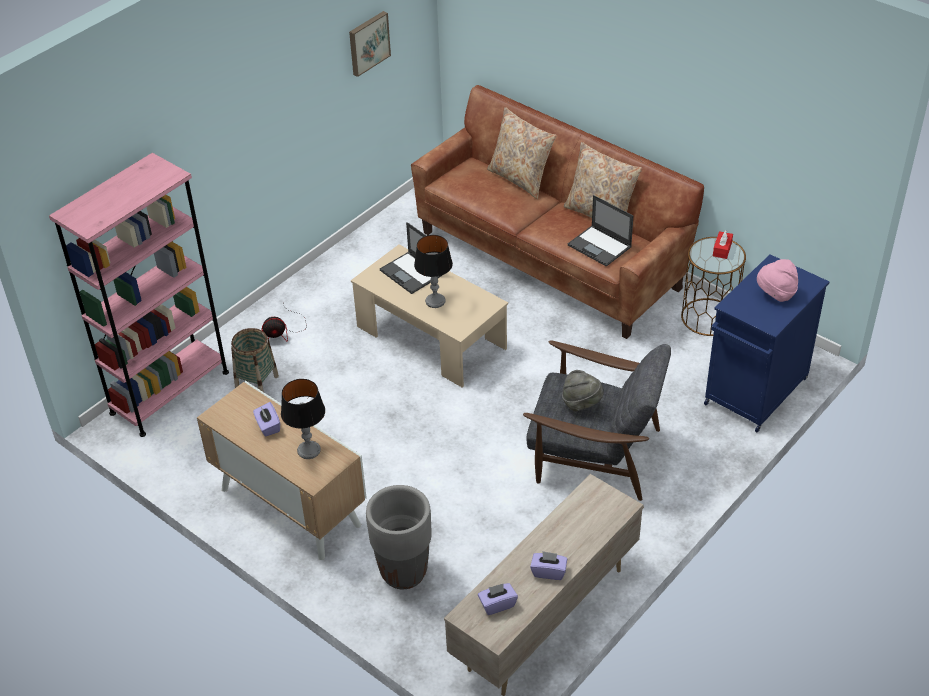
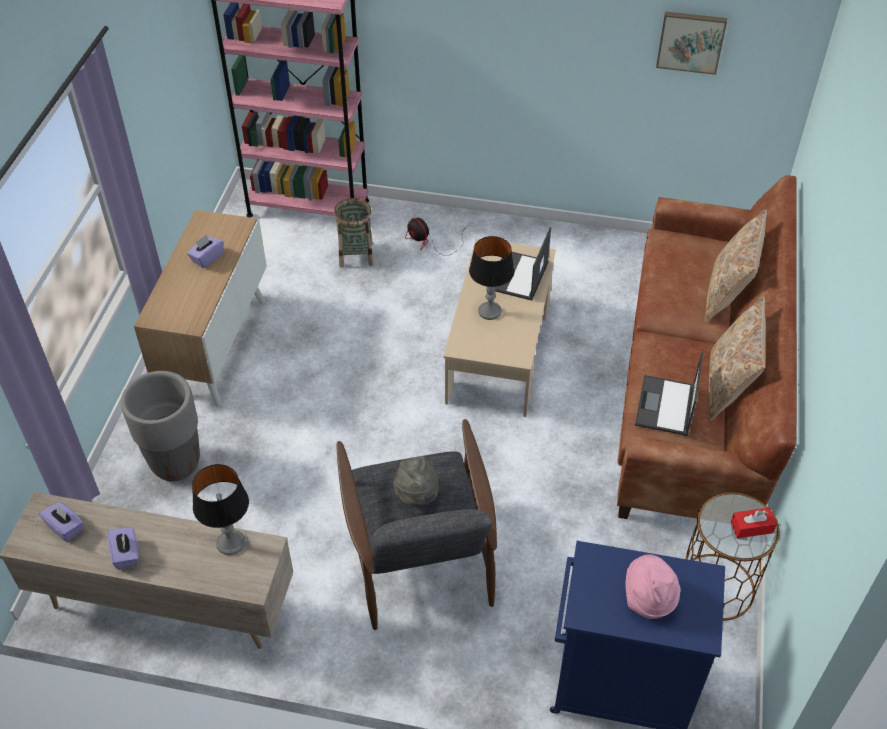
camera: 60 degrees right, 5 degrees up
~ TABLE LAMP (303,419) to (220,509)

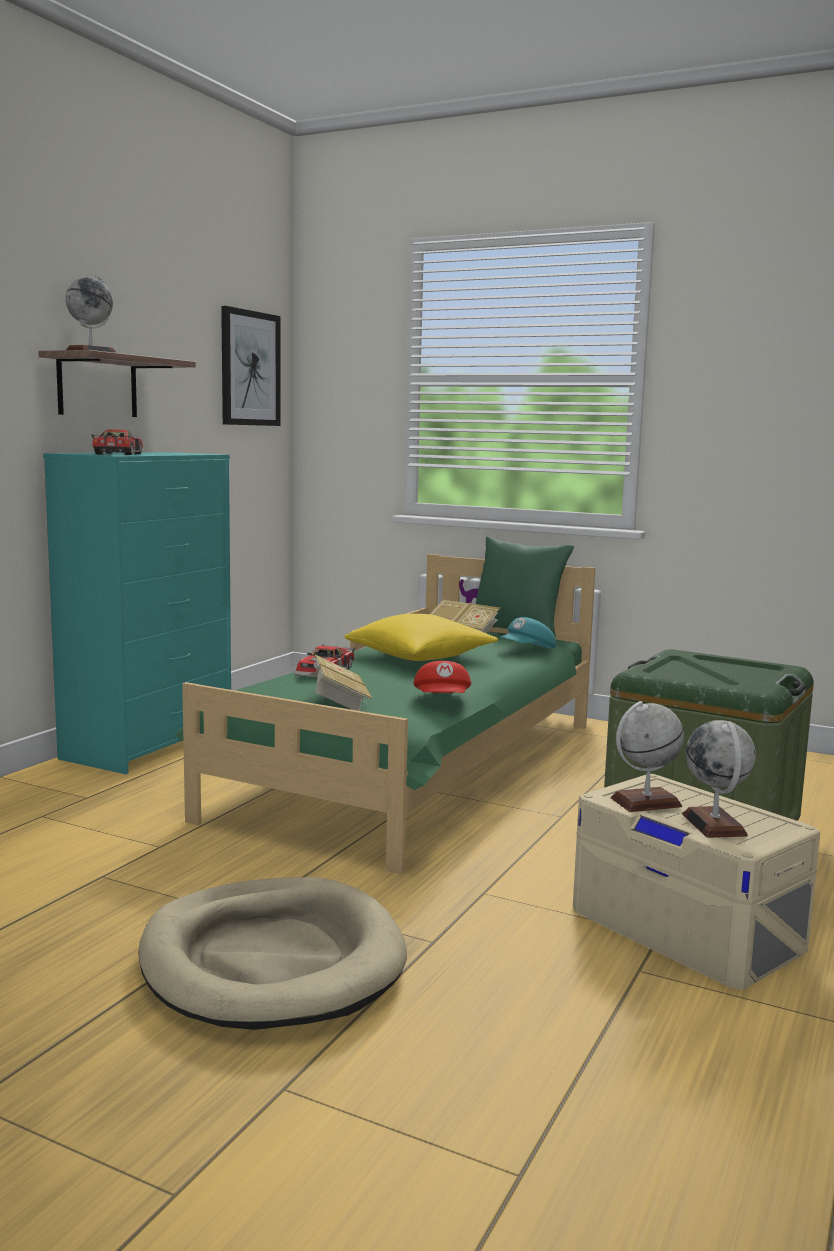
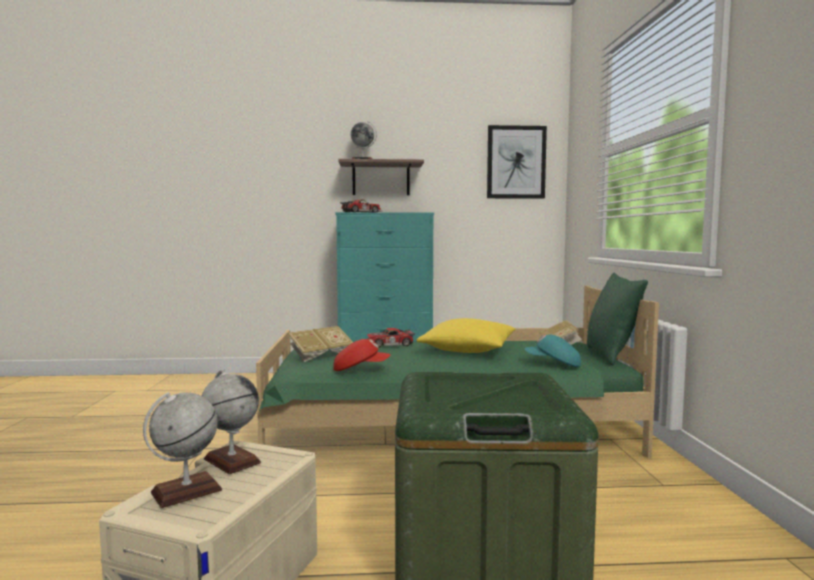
camera: 60 degrees right, 5 degrees down
- BEIGE DOG BED (272,953)
~ RED CAP (442,677) = (362,355) 150 degrees counterclockwise

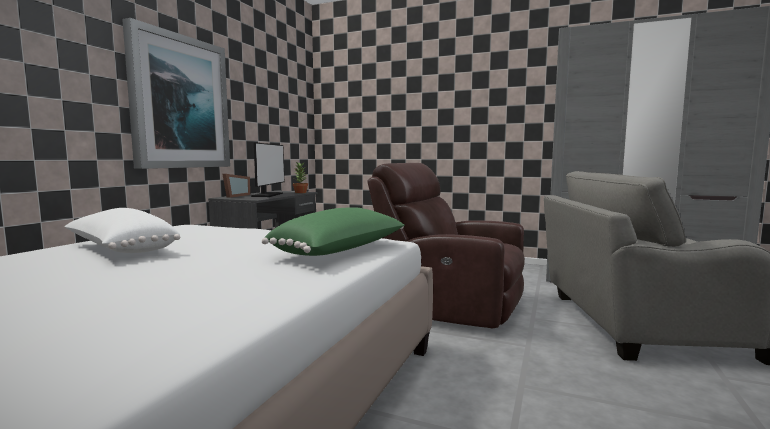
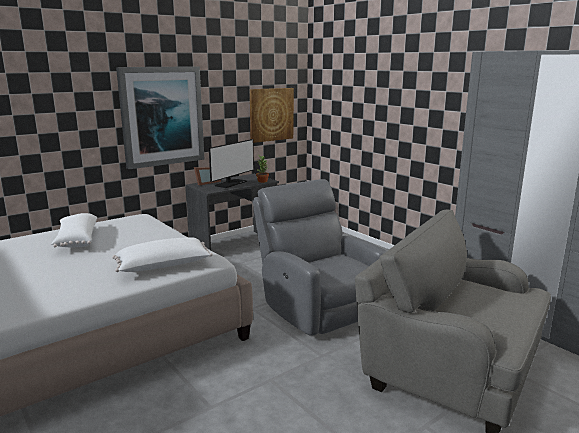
camera: 30 degrees right, 10 degrees up
+ PICTURE (272,115)
~ GREEN PILLOW (333,231) to WHITE PILLOW (162,254)
~ BROWN ARMCHAIR (446,245) to GREY ARMCHAIR (320,257)

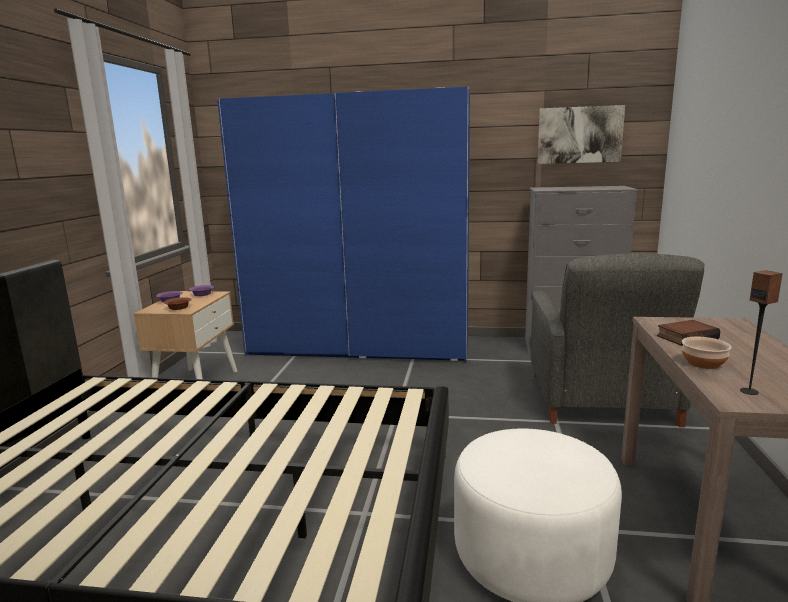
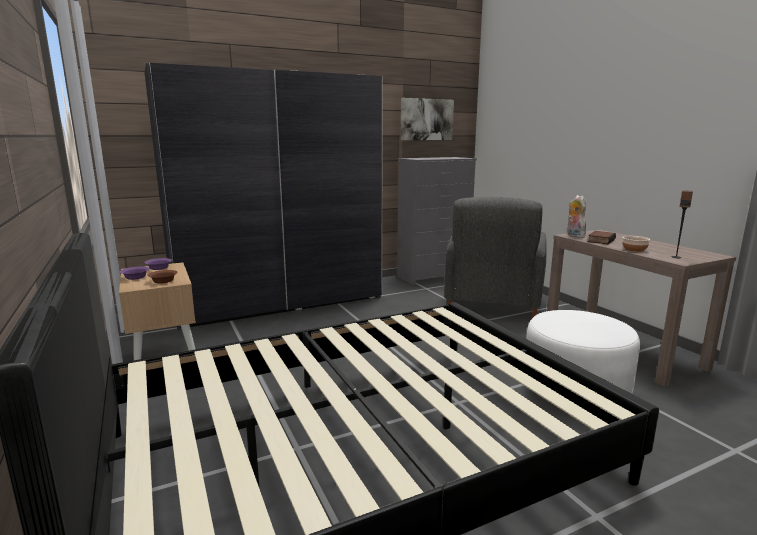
camera: 35 degrees left, 0 degrees up
+ PLUSH TOY (576,216)
~ BLUE WARDROBE (343,224) to GREY WARDROBE (264,196)
~ GREY ARMCHAIR (617,340) = (496,257) 45 degrees clockwise

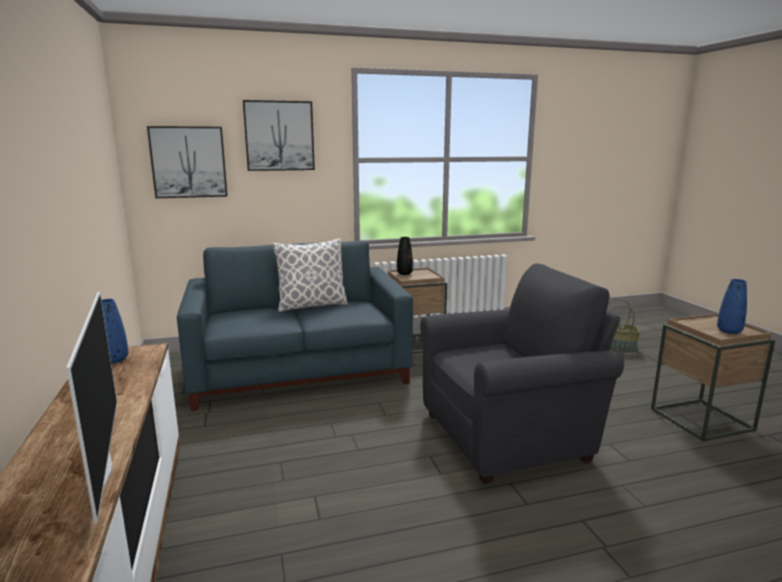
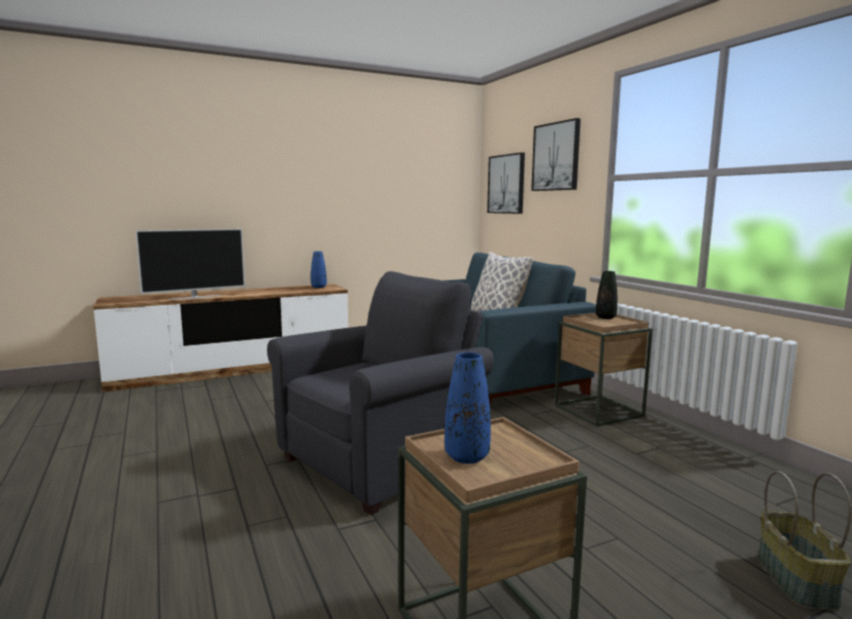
camera: 80 degrees right, 5 degrees down
~ GREY ARMCHAIR (522,373) = (380,393) 105 degrees counterclockwise

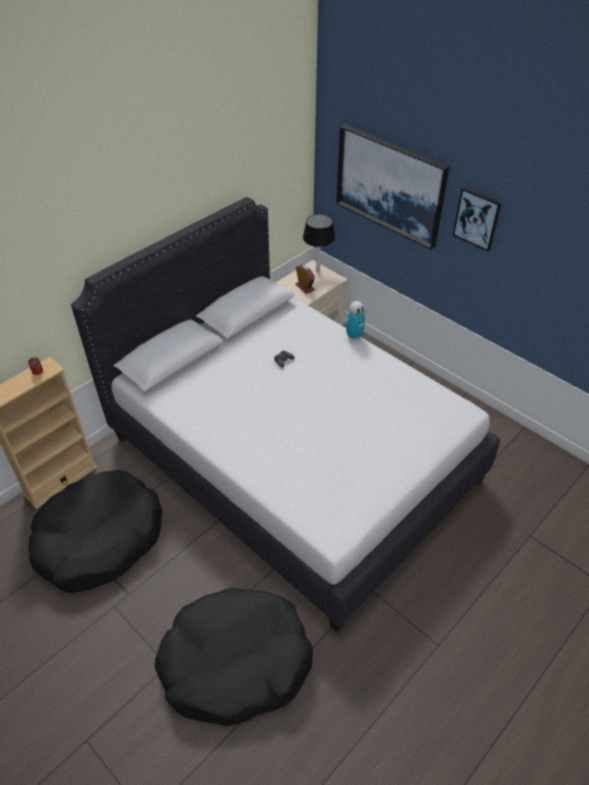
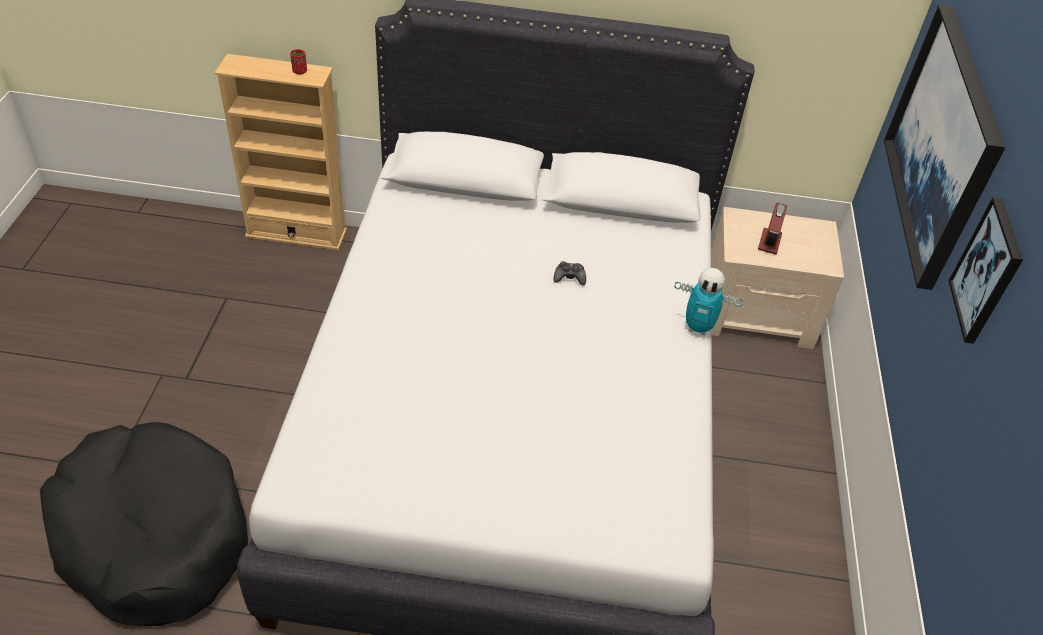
camera: 50 degrees right, 0 degrees up
- BLACK DOG BED (95,531)
- BLACK TABLE LAMP (319,243)

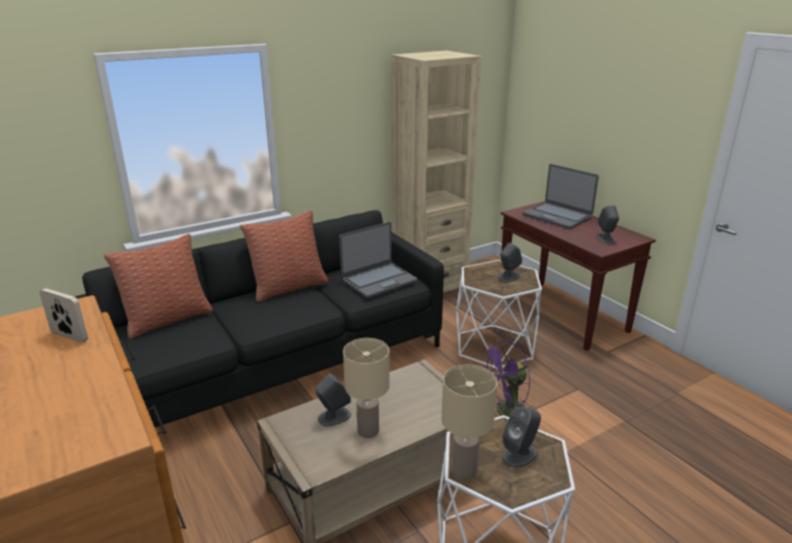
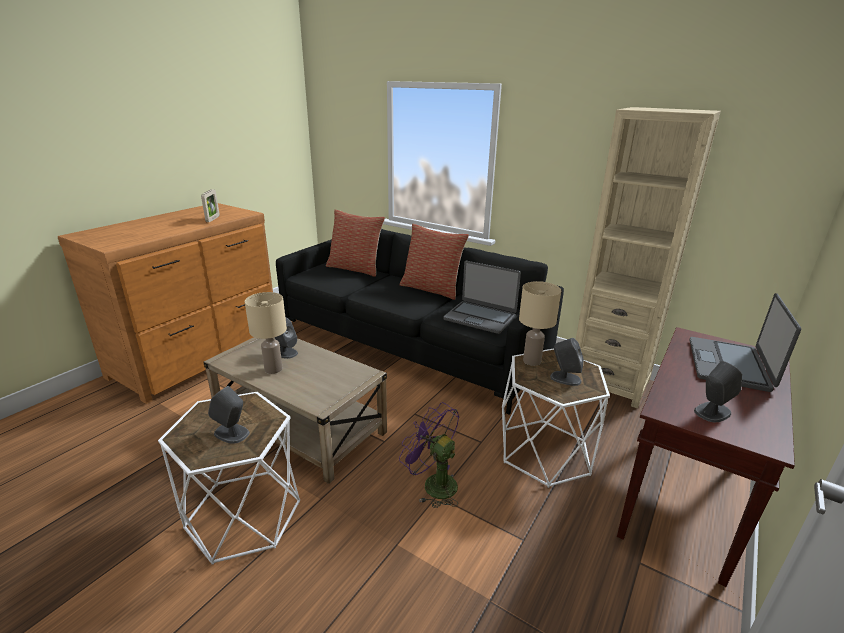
camera: 65 degrees right, 0 degrees up
~ BEIGE TABLE LAMP (469,422) to (540,323)

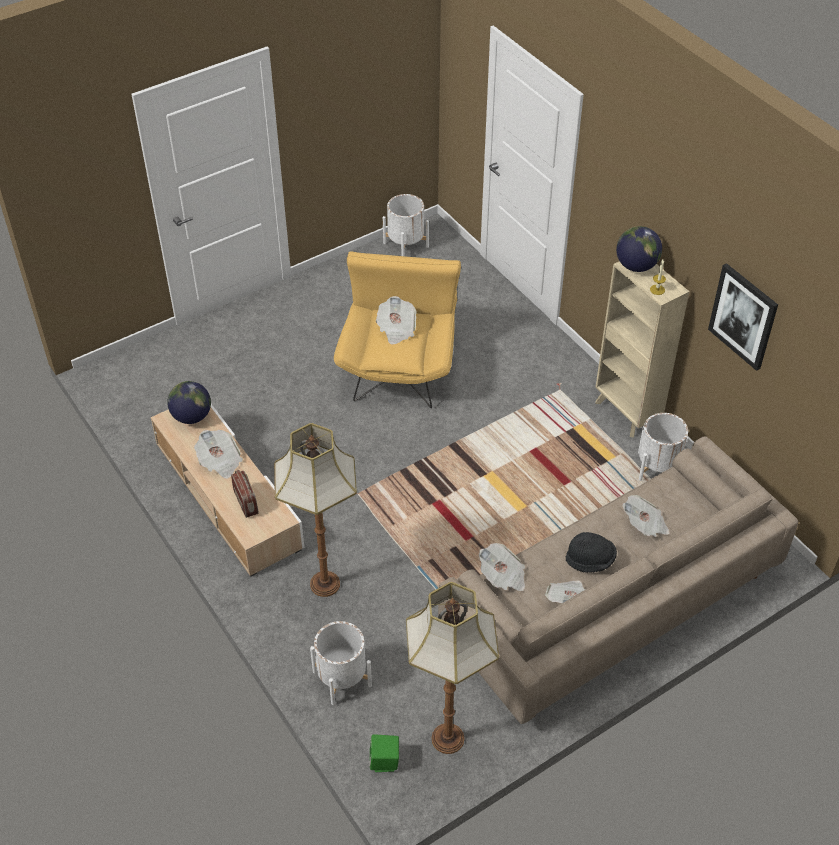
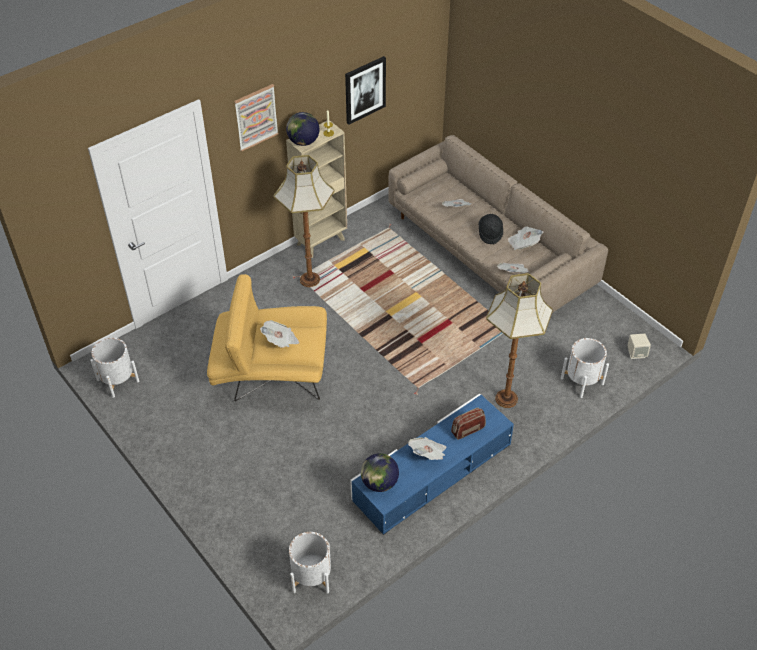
camera: 95 degrees left, 0 degrees up
+ PICTURE (256,117)
~ FLOOR LAMP (452,668) to (304,221)
~ WHITE PLANTER (663,447) to (310,563)
~ BEIGE TV STAND (227,490) to BLUE TV STAND (432,464)
~ GREEN SPEAKER (384,753) to BEIGE SPEAKER (639,346)

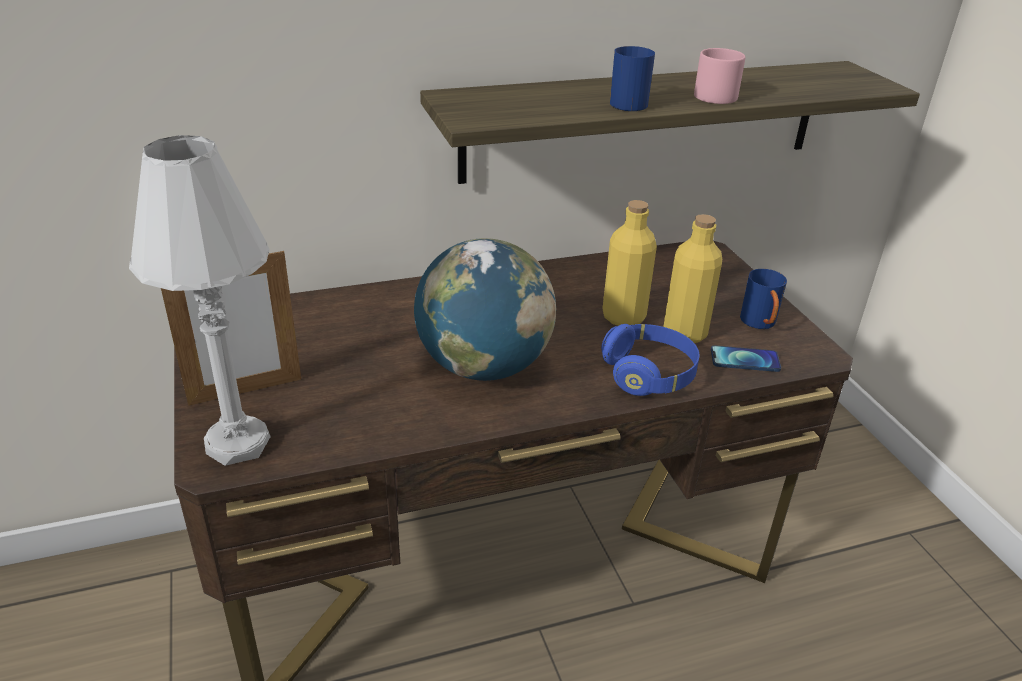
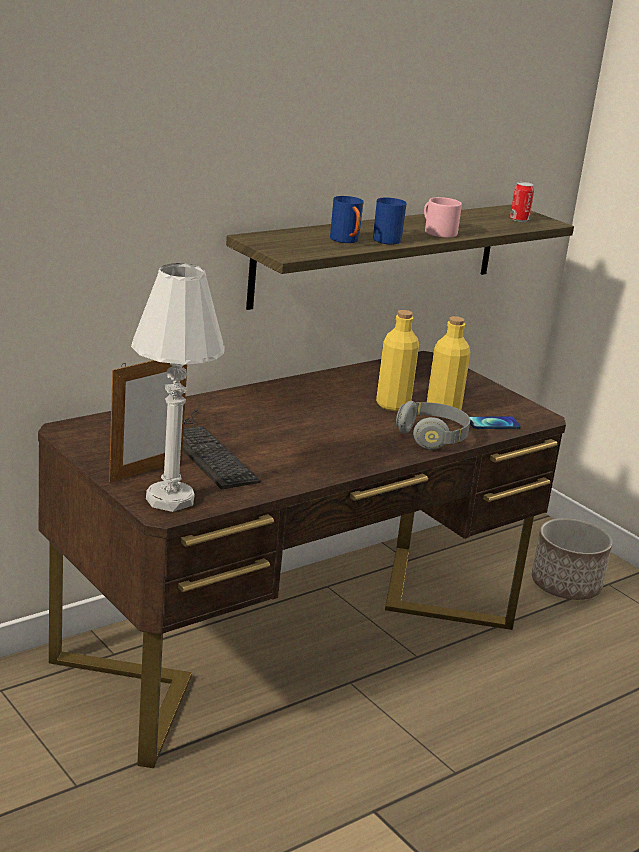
camera: 20 degrees left, 10 degrees down
- GLOBE (485,309)
+ KEYBOARD (221,449)
+ CAN (522,202)
+ PLANTER (572,559)
~ BLUE MUG (763,299) to (347,219)
~ BLUE HEADPHONES (650,360) to GREY HEADPHONES (433,425)

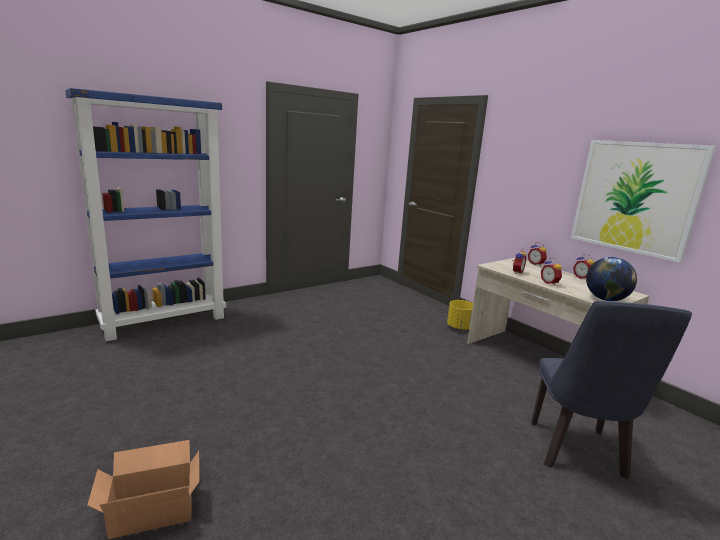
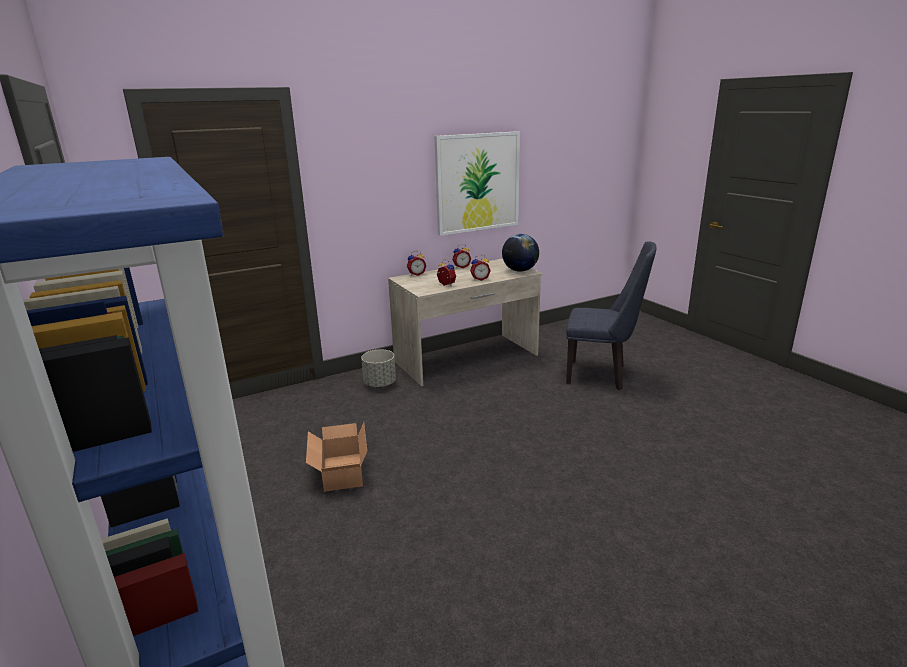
camera: 80 degrees left, 5 degrees up
~ CARDBOARD BOX (143,489) to (336,457)
~ YELLOW PLANTER (460,315) to GREY PLANTER (378,368)

